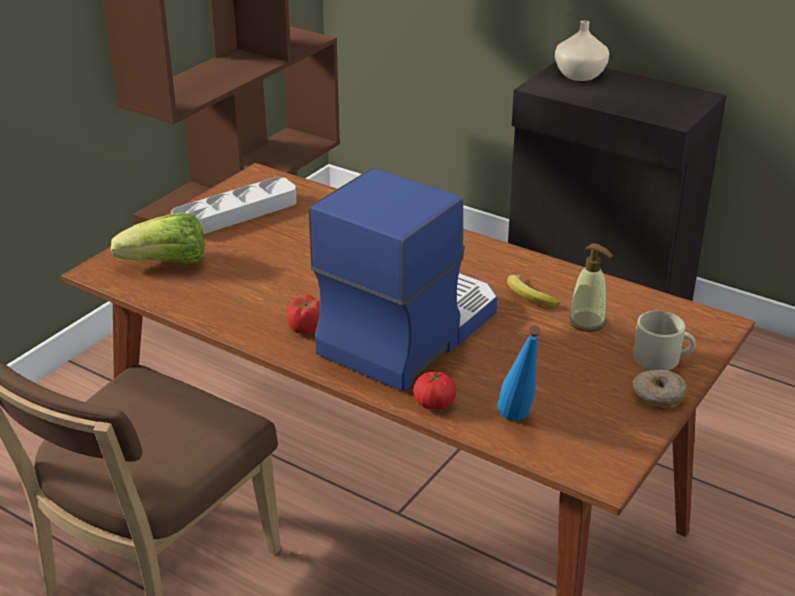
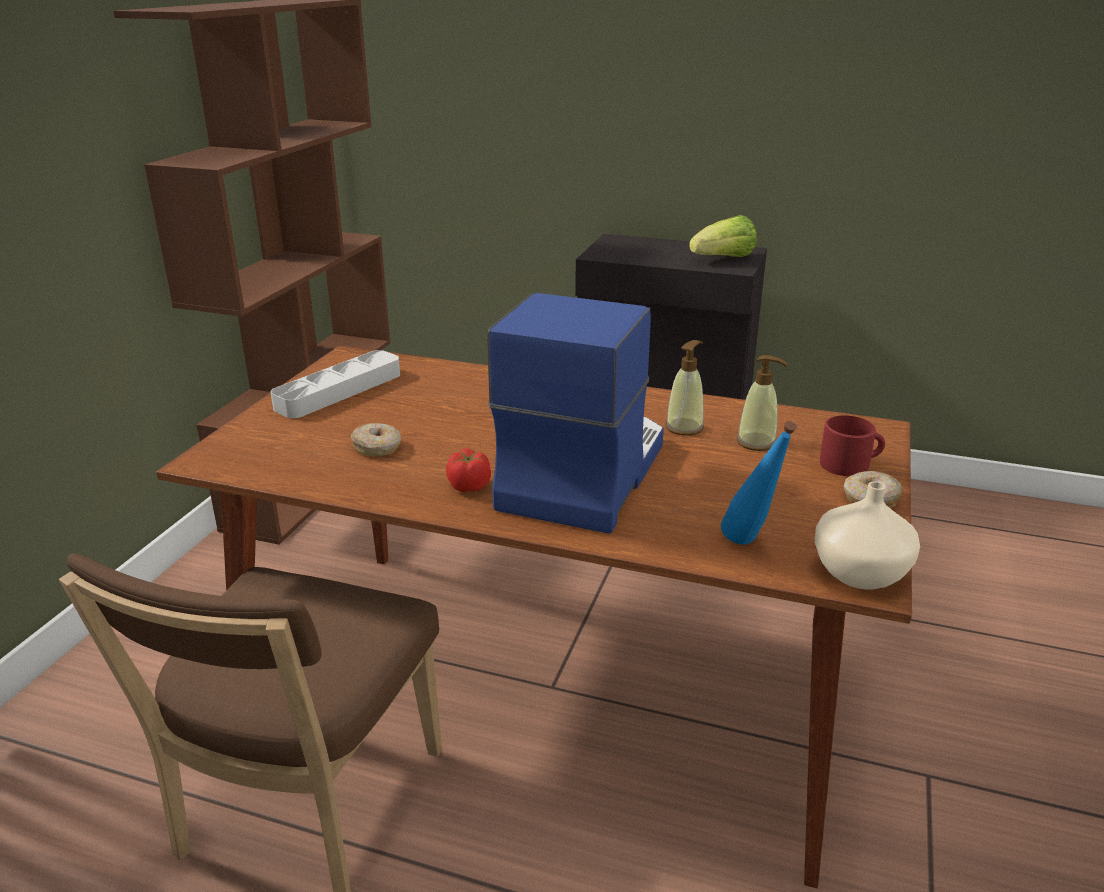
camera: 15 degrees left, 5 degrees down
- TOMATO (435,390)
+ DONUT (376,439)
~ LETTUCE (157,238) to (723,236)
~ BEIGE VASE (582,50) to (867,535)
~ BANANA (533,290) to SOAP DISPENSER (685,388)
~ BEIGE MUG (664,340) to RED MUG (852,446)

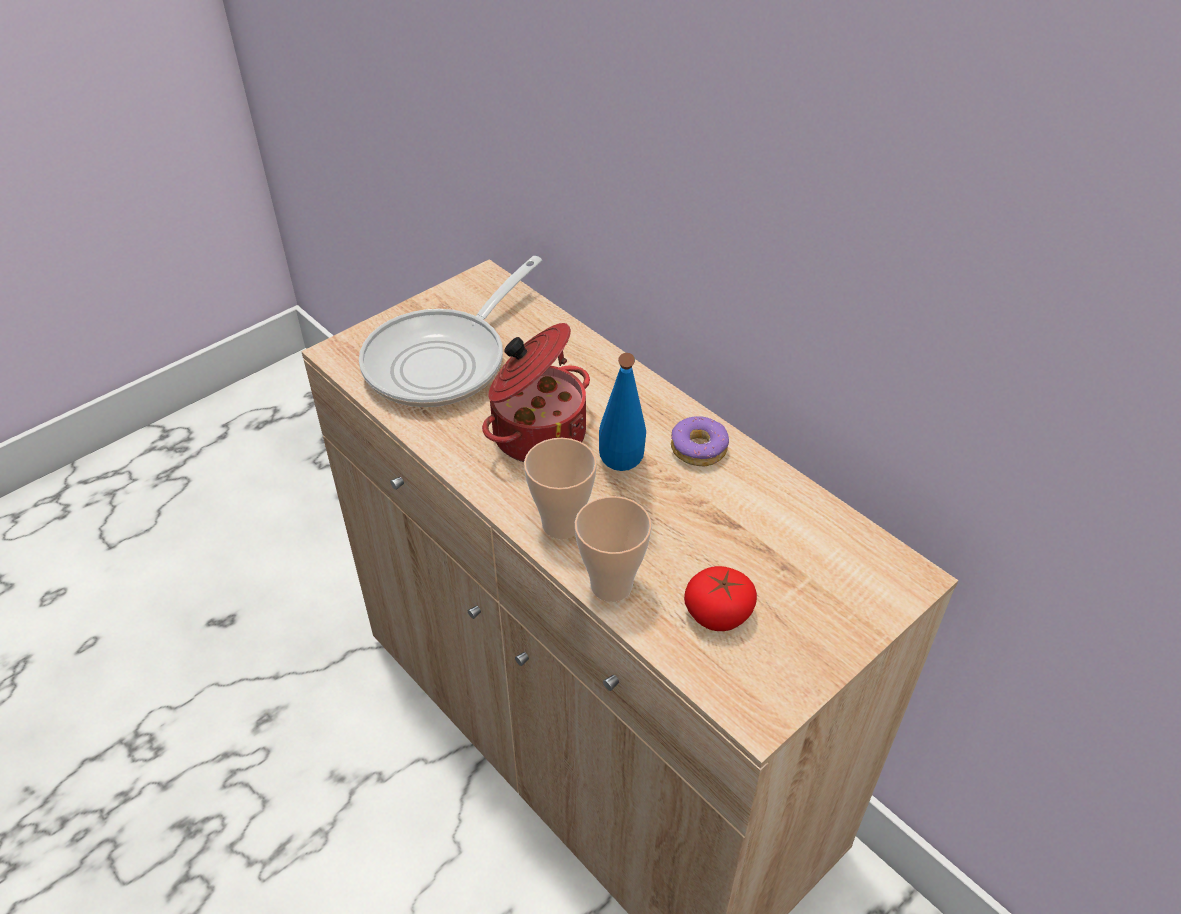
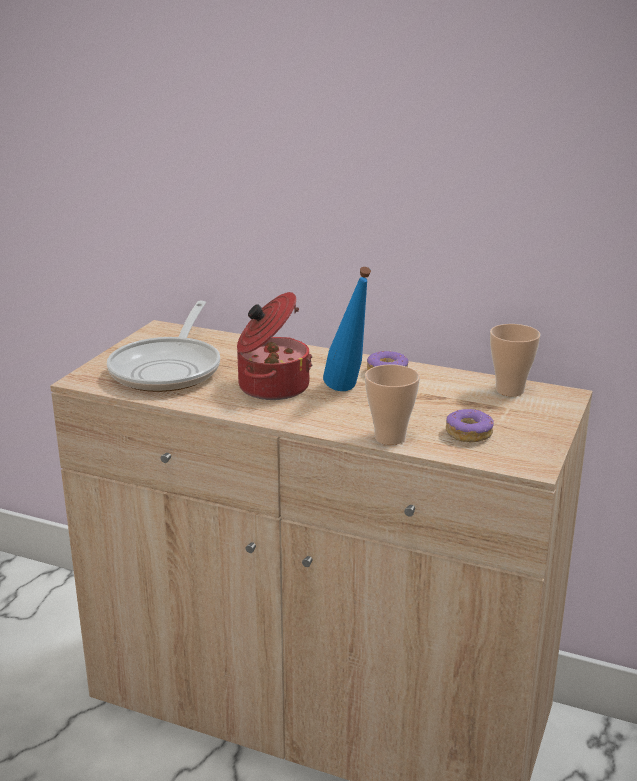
camera: 25 degrees left, 20 degrees down
~ CUP (560,488) to (515,360)
~ TOMATO (720,598) to DONUT (470,425)

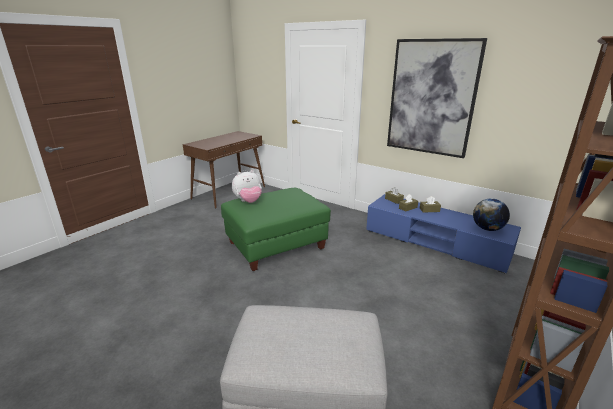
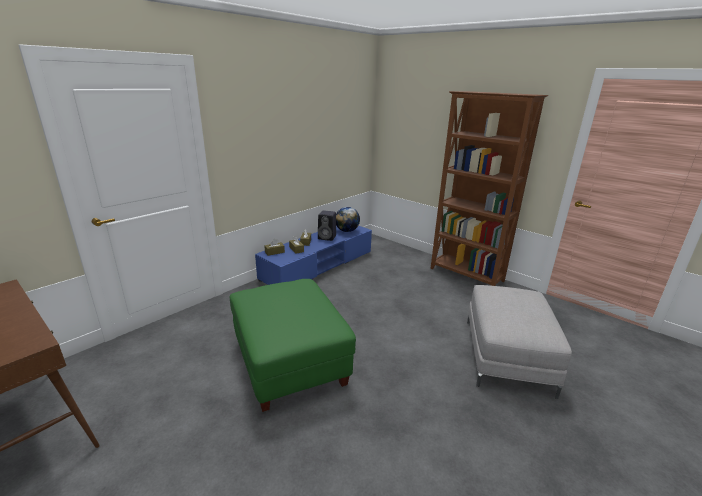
camera: 85 degrees left, 0 degrees up
- PLUSH TOY (247,186)
- PICTURE (437,98)
+ BLACK SPEAKER (327,225)

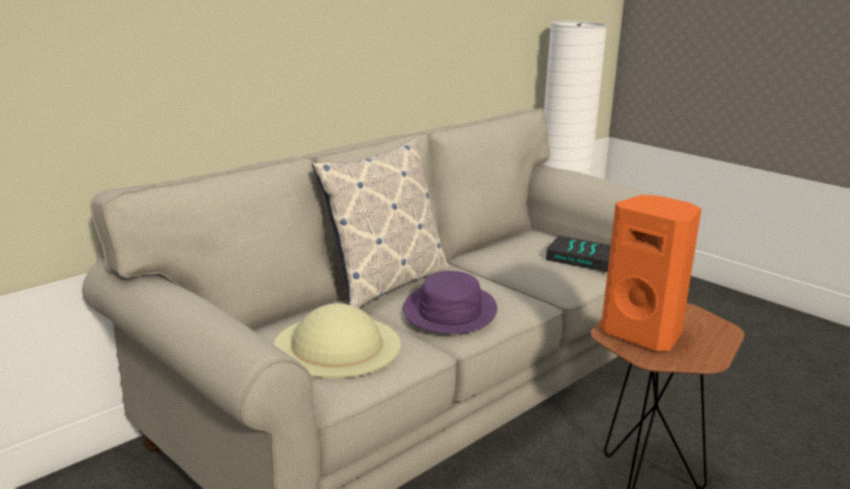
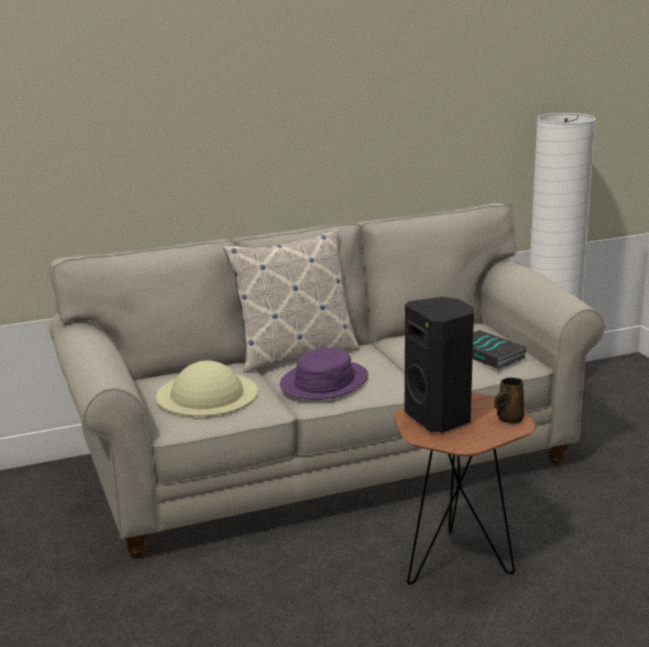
camera: 25 degrees right, 0 degrees up
+ BROWN MUG (509,400)
~ ORANGE SPEAKER (651,273) to BLACK SPEAKER (439,365)

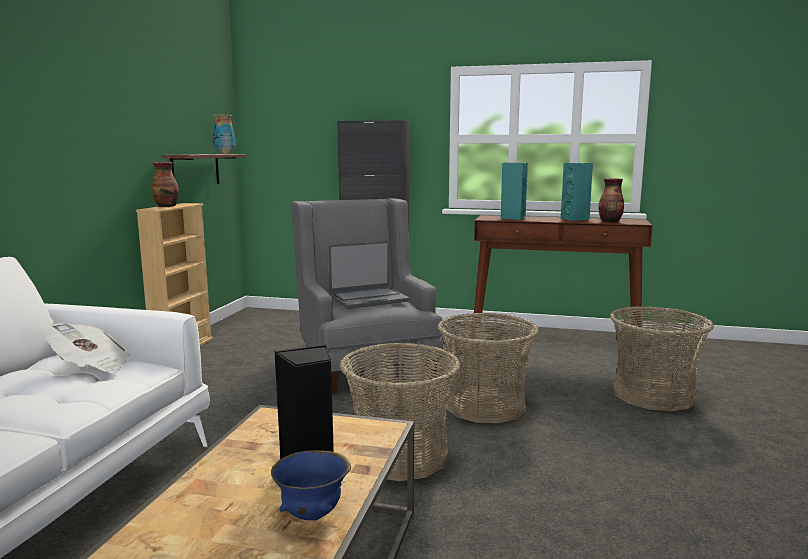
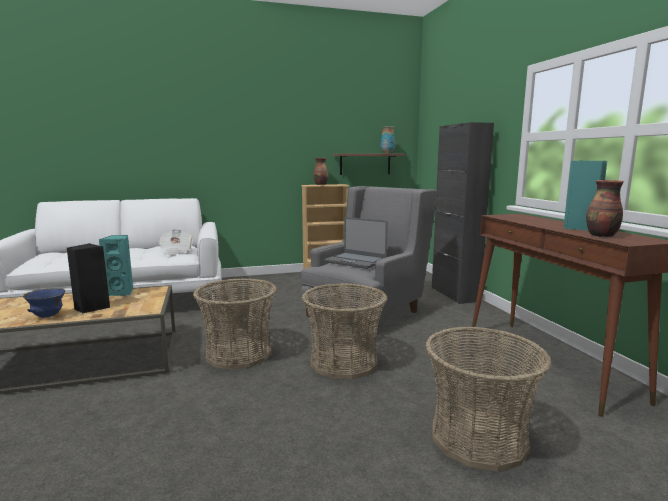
camera: 60 degrees right, 0 degrees up
~ TURQUOISE SPEAKER (514,191) to (116,265)

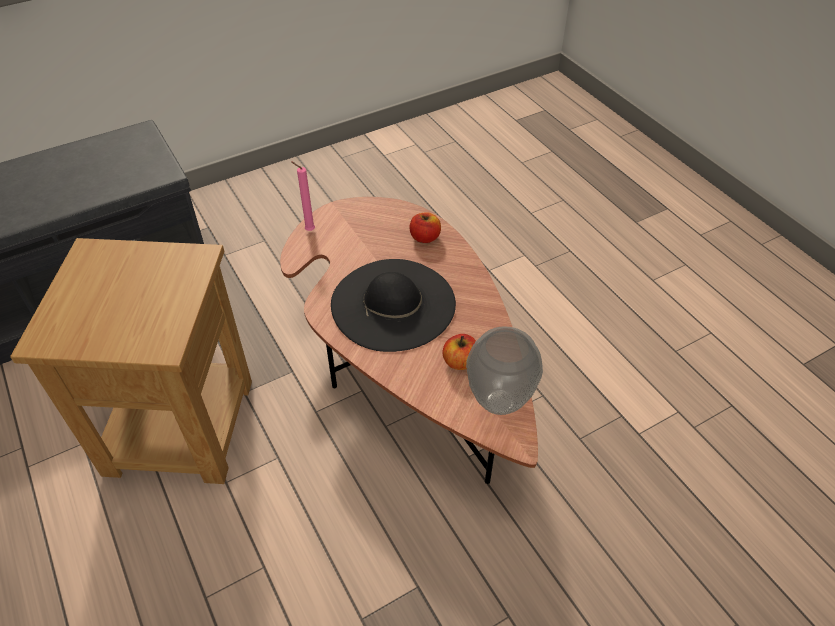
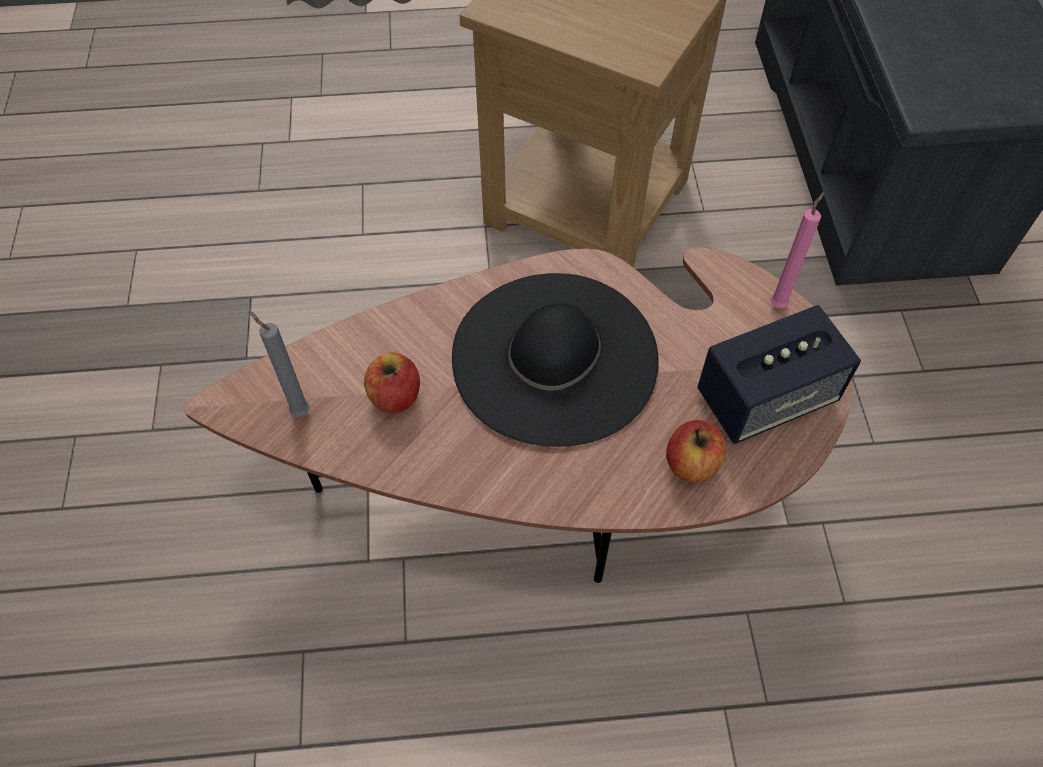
camera: 115 degrees right, 10 degrees up
+ SPEAKER (779,374)
~ VASE (504,370) to GREY CANDLE (279,364)

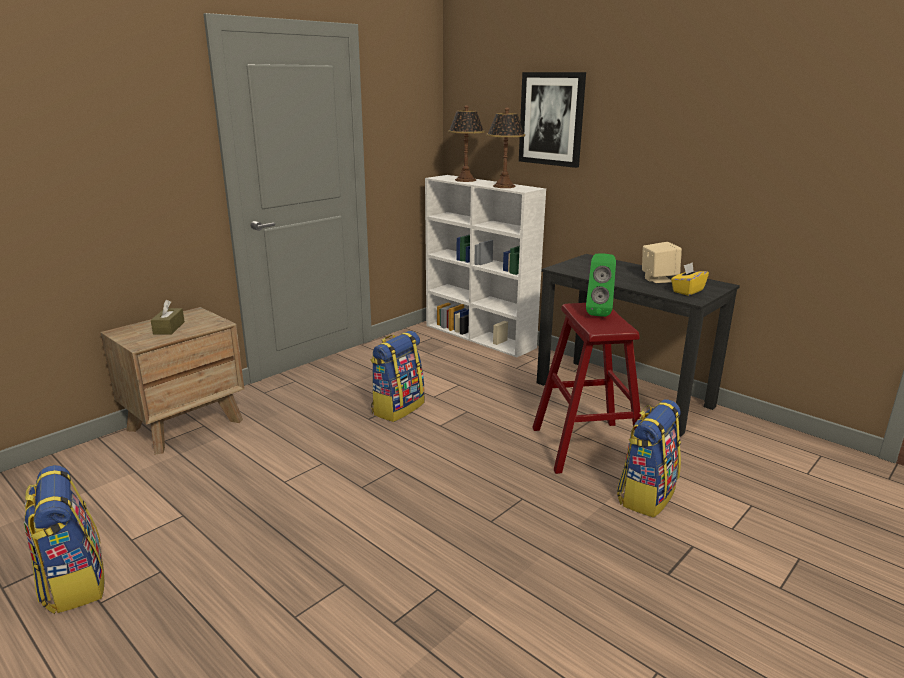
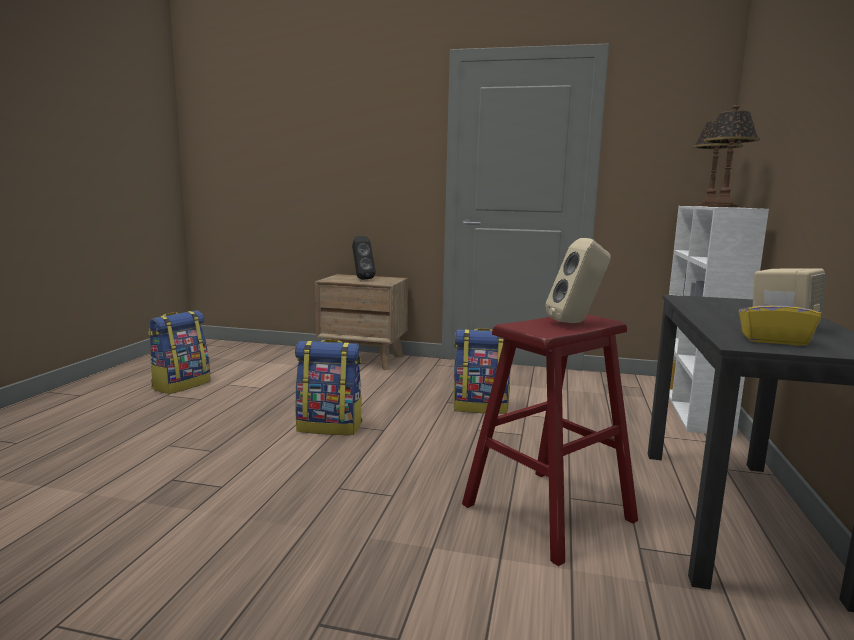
camera: 60 degrees right, 10 degrees down
- PICTURE (552,120)
~ BACKPACK (649,458) to (329,387)
~ BROWN TISSUE BOX (168,317) to BLACK SPEAKER (364,258)
~ GREEN SPEAKER (601,285) to BEIGE SPEAKER (578,280)

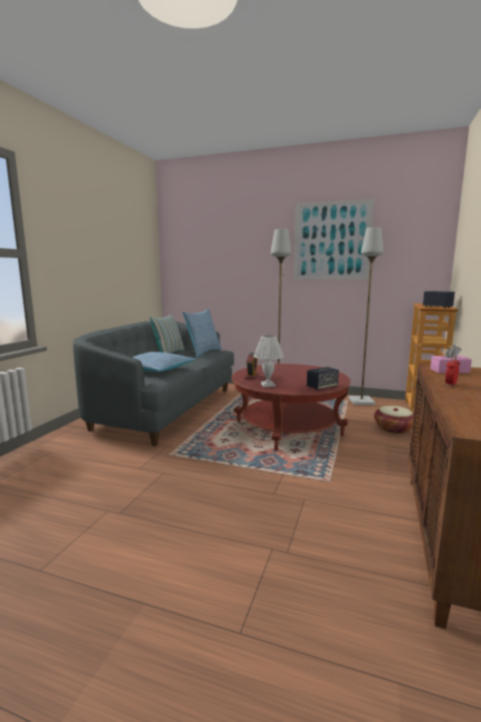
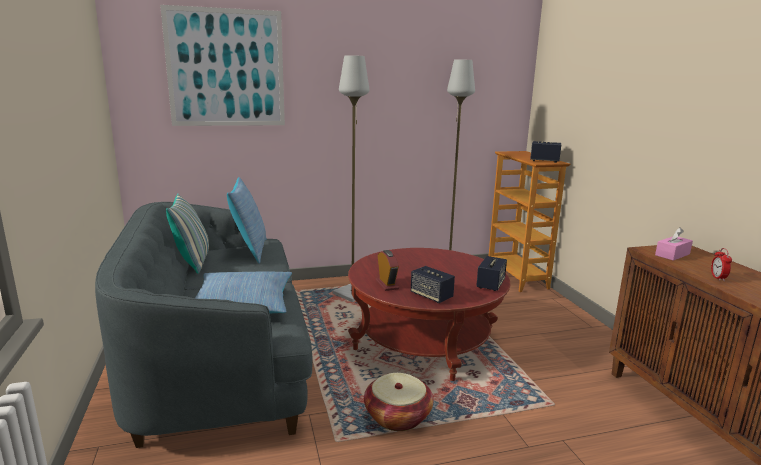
camera: 35 degrees left, 5 degrees up
~ PICTURE (334,239) to (222,65)
~ BASKET (393,420) to (398,402)
~ WHITE TABLE LAMP (268,361) to SPEAKER (433,284)

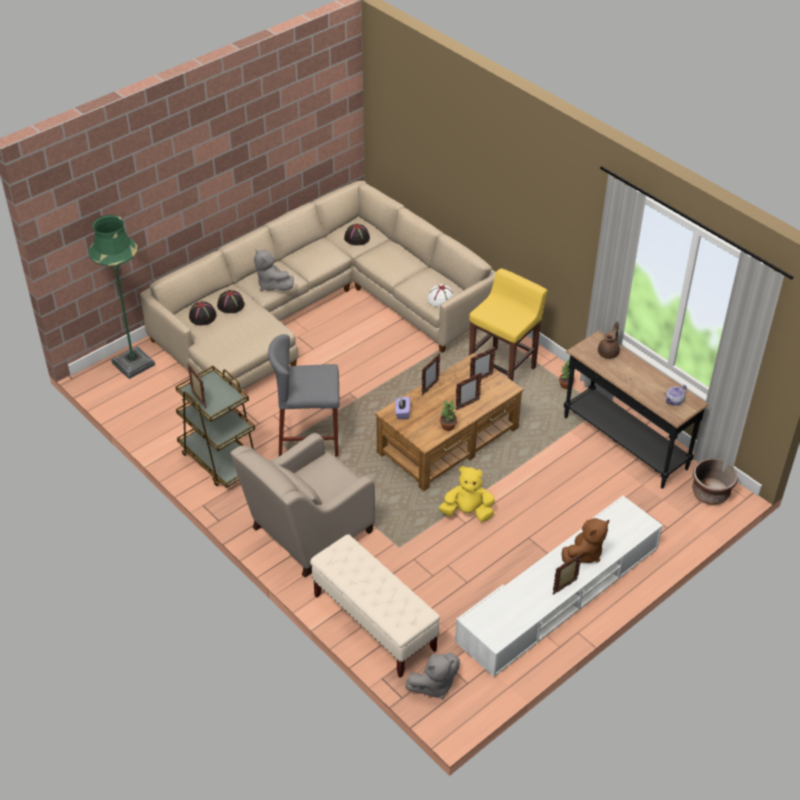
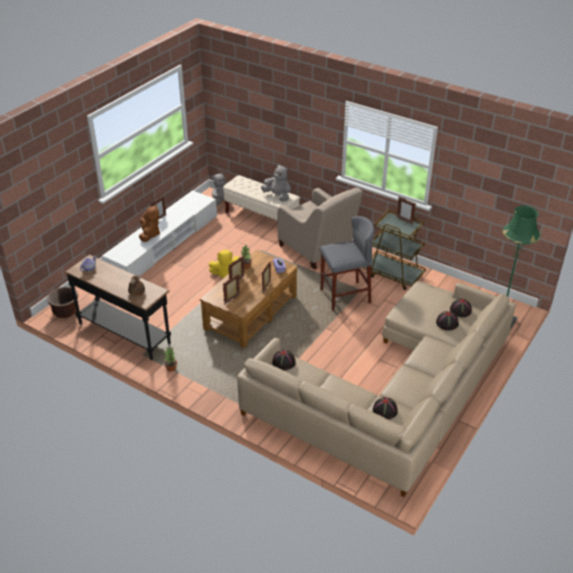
camera: 165 degrees right, 5 degrees down
- YELLOW STOOL (508,325)
~ GREY PLUSH TOY (274,270) to (276,183)
~ WHITE HAT (440,295) to BLACK HAT (284,360)
~ BEIGE ARMCHAIR (302,505) = (320,228) 105 degrees clockwise
~ BROWN PLUSH TOY (585,540) = (149,223) 150 degrees clockwise

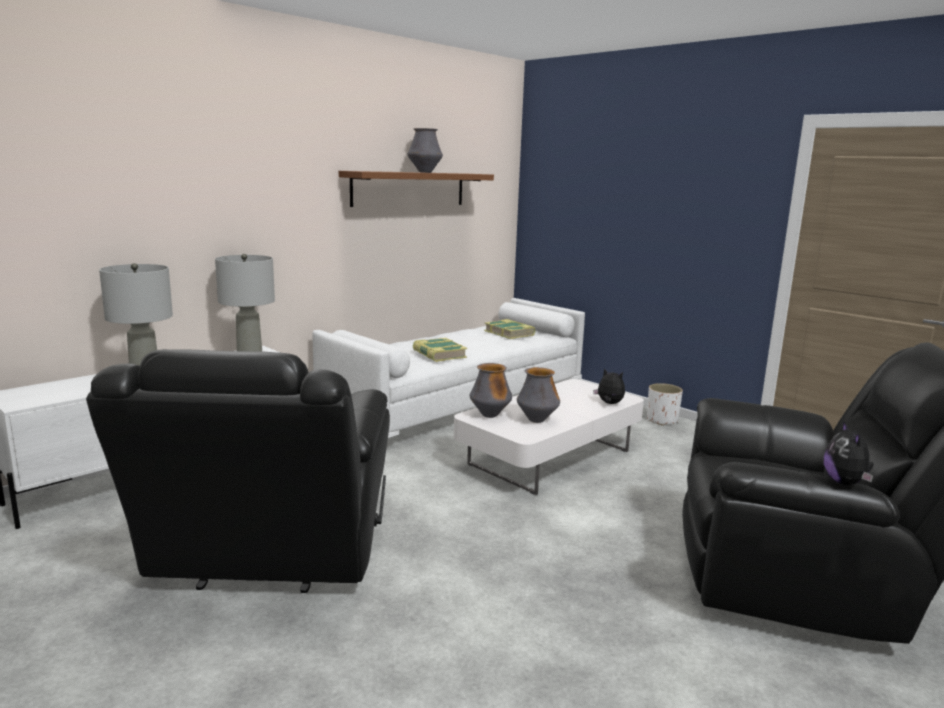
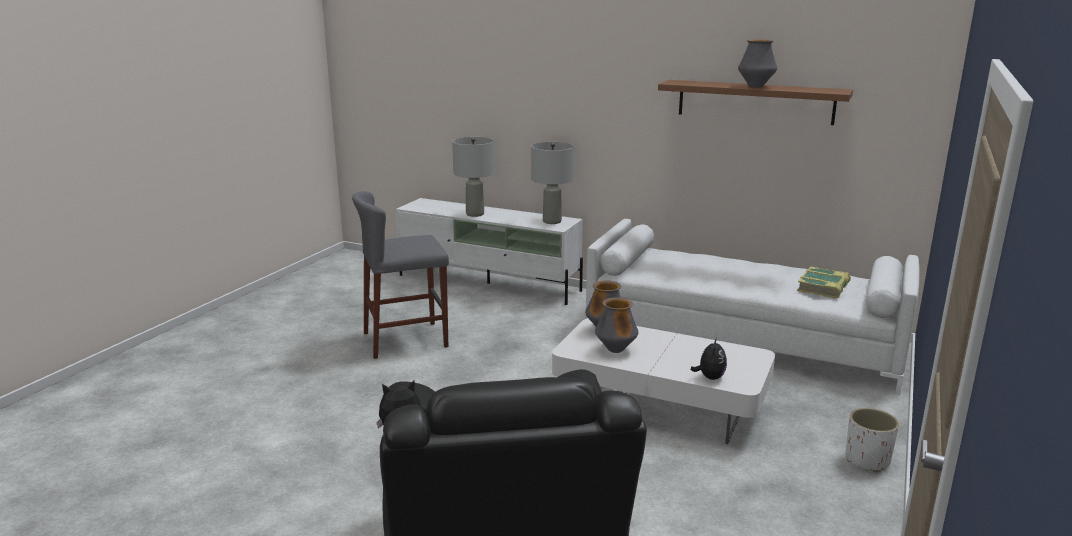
camera: 70 degrees right, 5 degrees up
- BOOK (440,350)
~ BLACK ARMCHAIR (238,471) to GREY STOOL (400,275)

